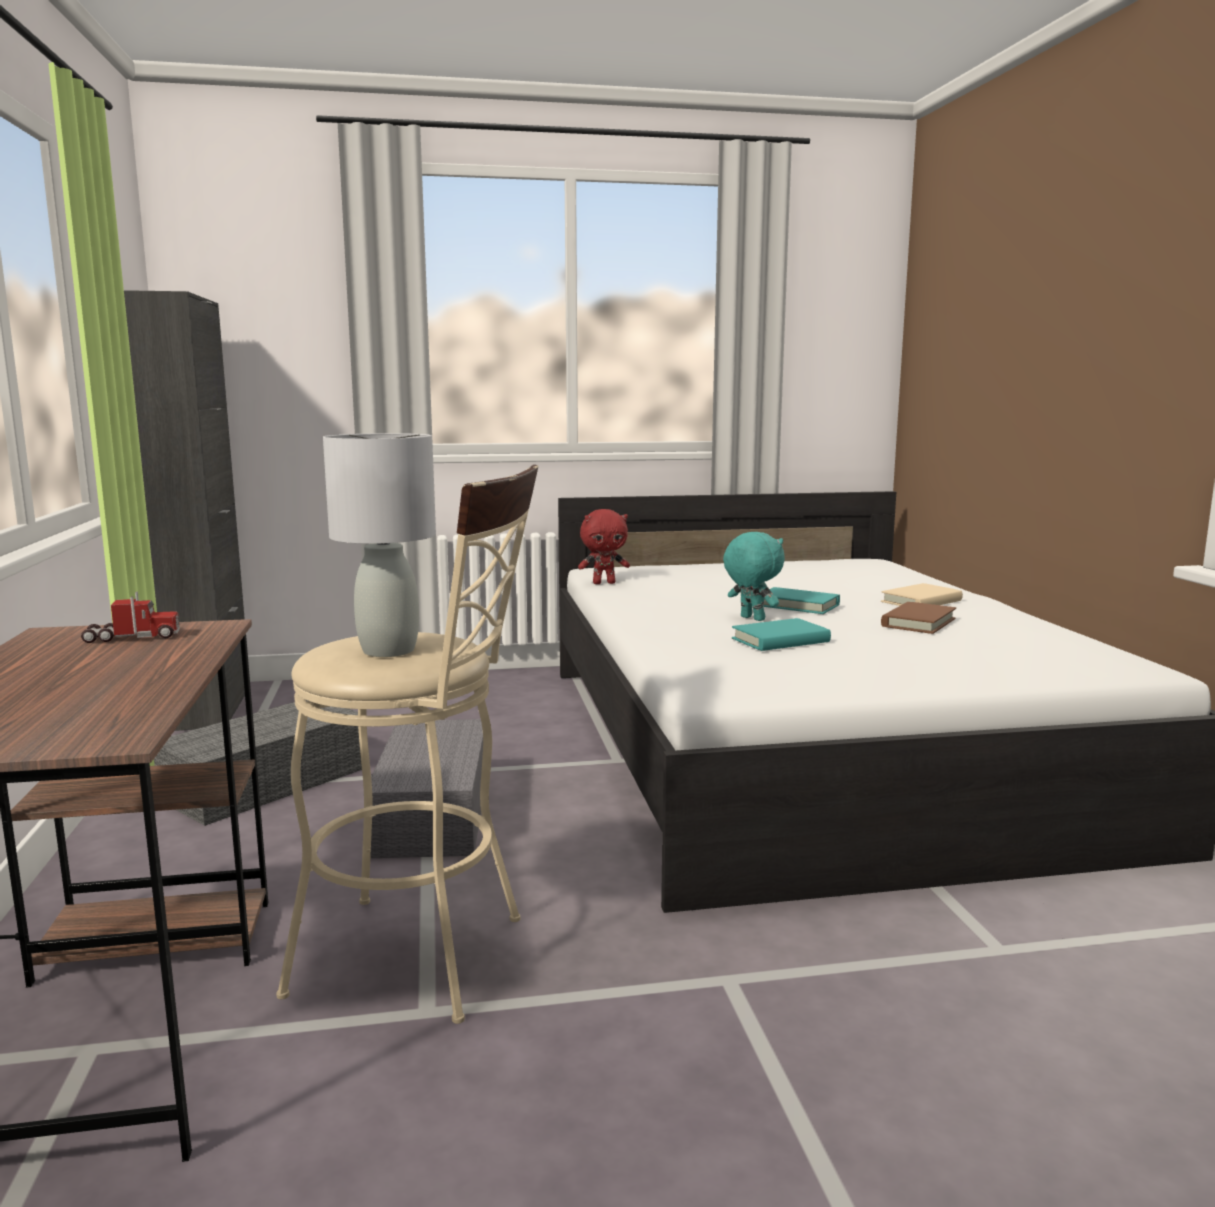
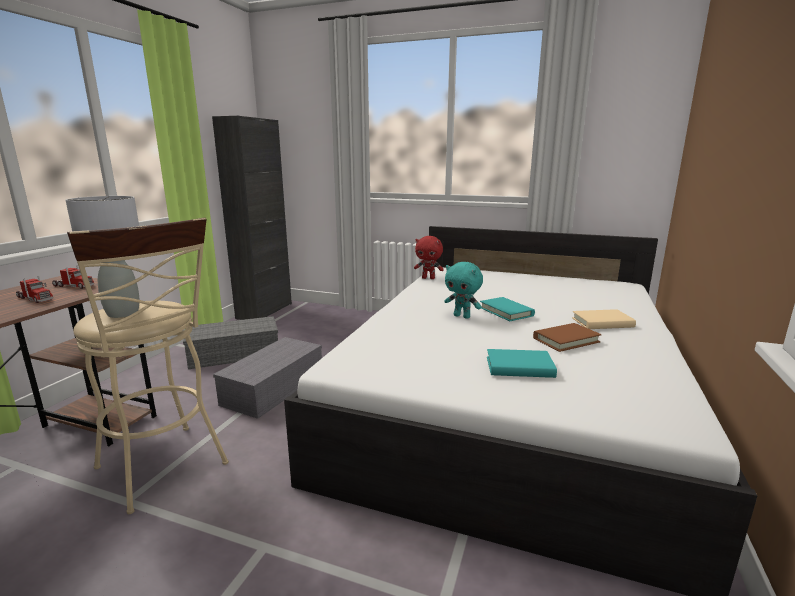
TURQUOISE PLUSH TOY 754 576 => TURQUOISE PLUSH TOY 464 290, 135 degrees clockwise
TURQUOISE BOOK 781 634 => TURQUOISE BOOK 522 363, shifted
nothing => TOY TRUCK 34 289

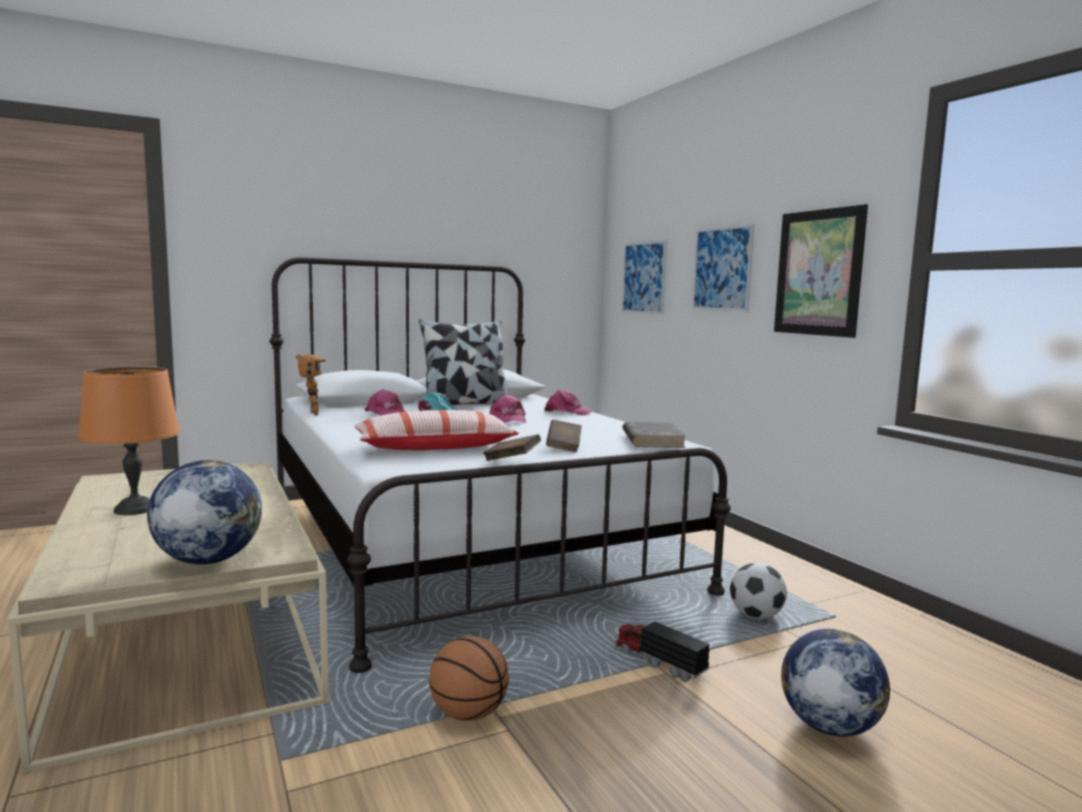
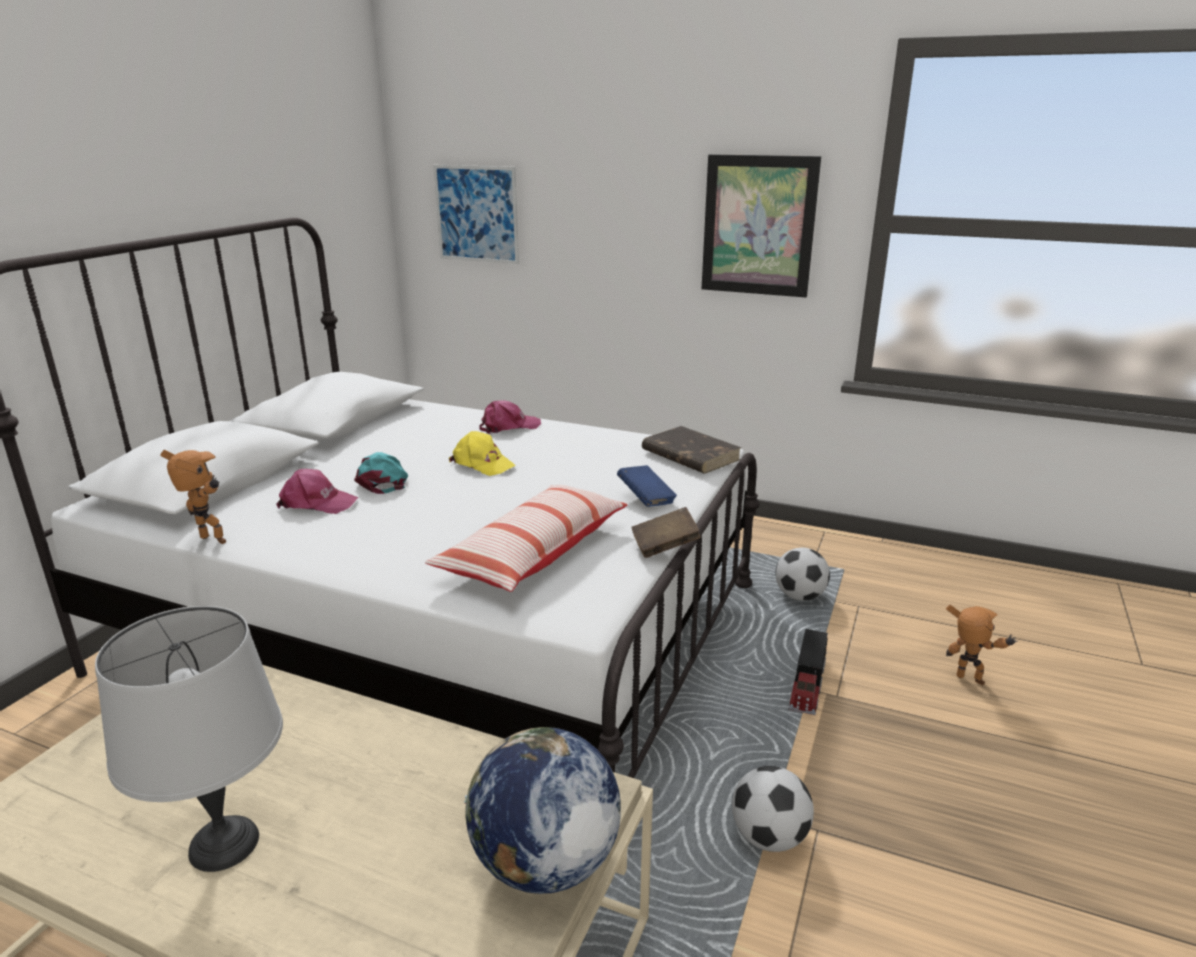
PICTURE 723 268 => nothing
PILLOW 463 362 => nothing
ORANGE TABLE LAMP 129 441 => GREY TABLE LAMP 189 739
PINK CAP 507 408 => YELLOW CAP 482 453
BROWN BOOK 564 436 => BLUE BOOK 647 486
TOY TRUCK 662 651 => TOY TRUCK 808 672, 75 degrees counterclockwise
GLOBE 835 683 => TOY ROBOT 982 645
BASKETBALL 469 678 => FOOTBALL 773 809

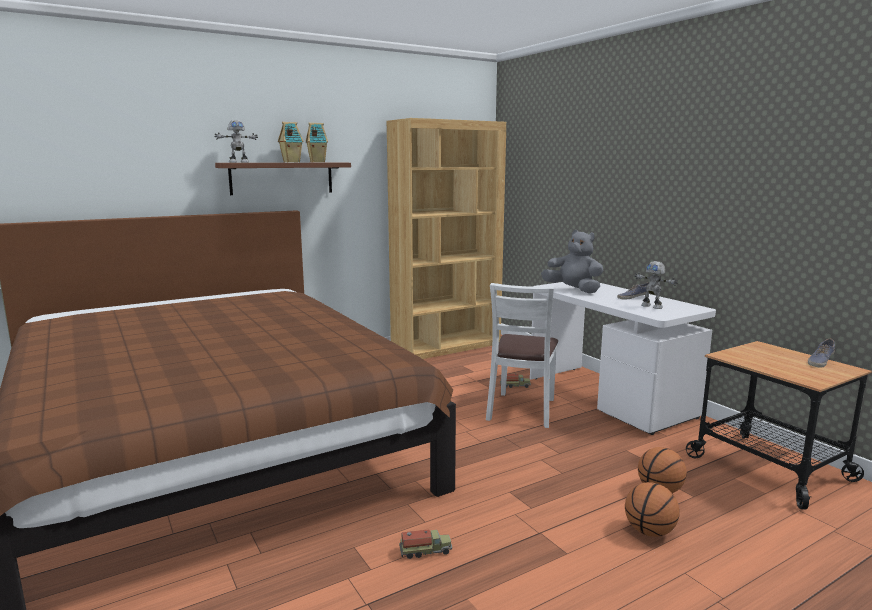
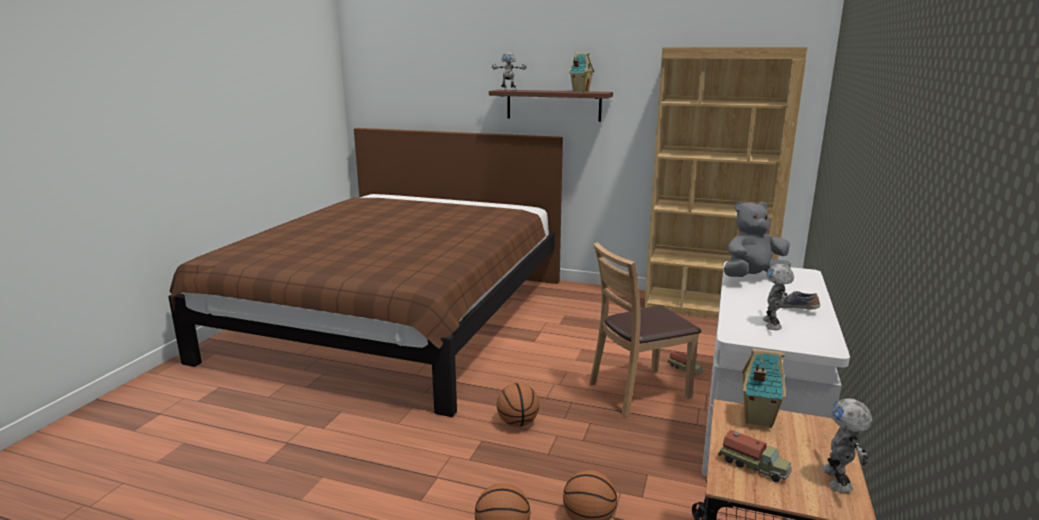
TOY HOUSE 291 142 => TOY HOUSE 764 388, shifted
GREY PLUSH TOY 572 261 => GREY PLUSH TOY 757 239, 105 degrees counterclockwise
WHITE CHAIR 522 355 => BROWN CHAIR 645 329
SHOE 821 353 => TOY ROBOT 847 445
TOY TRUCK 425 544 => TOY TRUCK 755 456, shifted
nothing => BASKETBALL 518 405

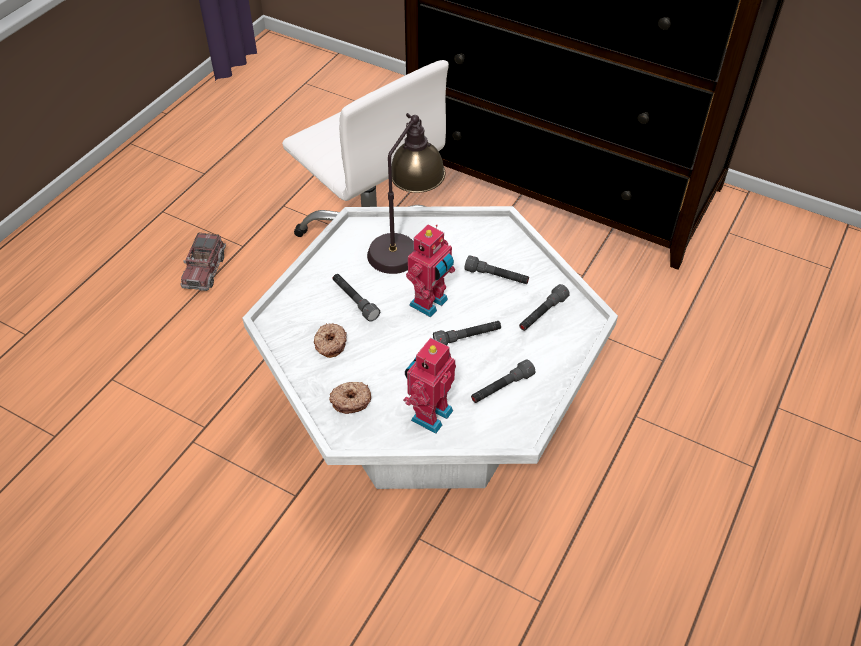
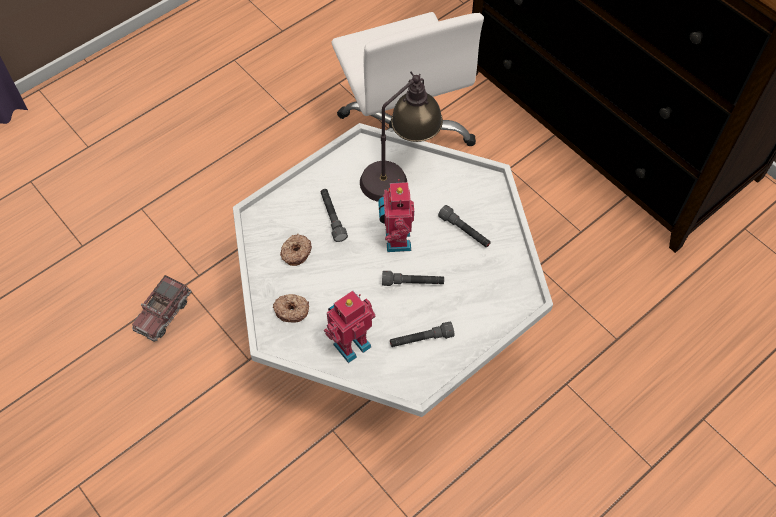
TOY ROBOT 430 271 => TOY ROBOT 396 215, 120 degrees clockwise
TOY TRUCK 203 261 => TOY TRUCK 162 308, shifted
GREY FLASHLIGHT 544 307 => nothing

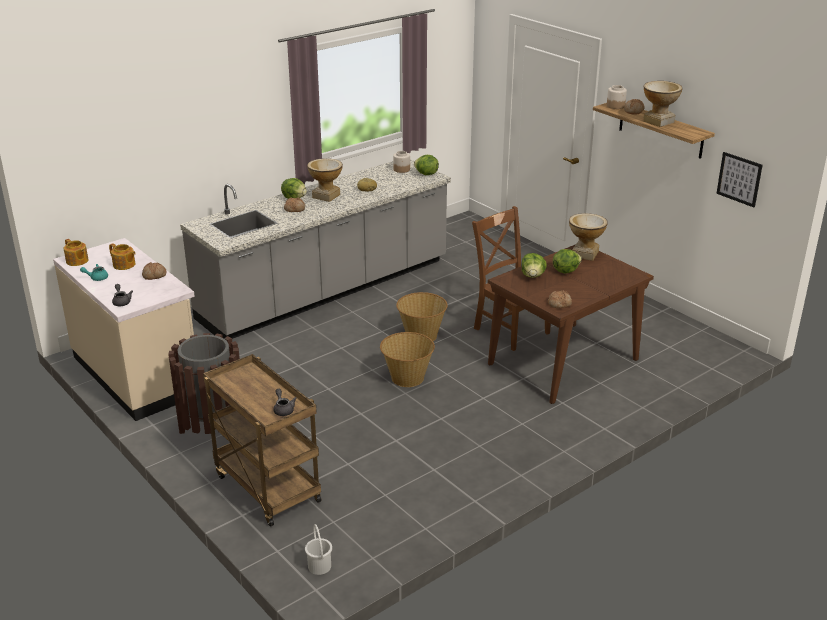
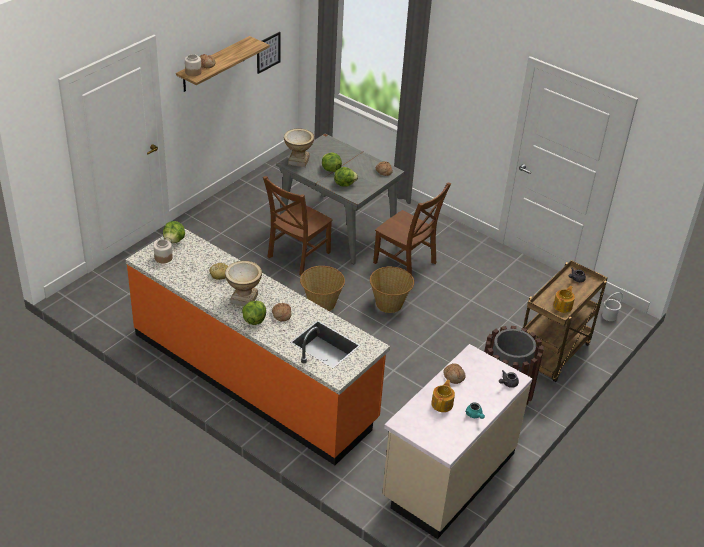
VASE 662 104 => nothing
GREY COUNTER 315 249 => ORANGE COUNTER 258 346
TEAPOT 76 252 => TEAPOT 564 299, shifted
BROWN DINING TABLE 571 324 => GREY DINING TABLE 341 199
nothing => BROWN CHAIR 412 228

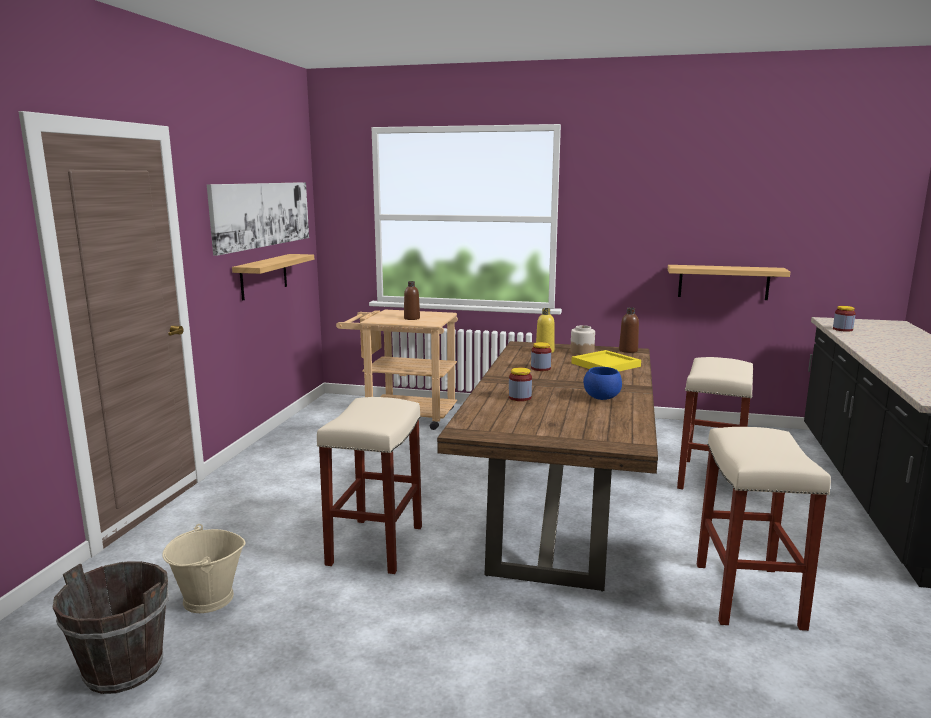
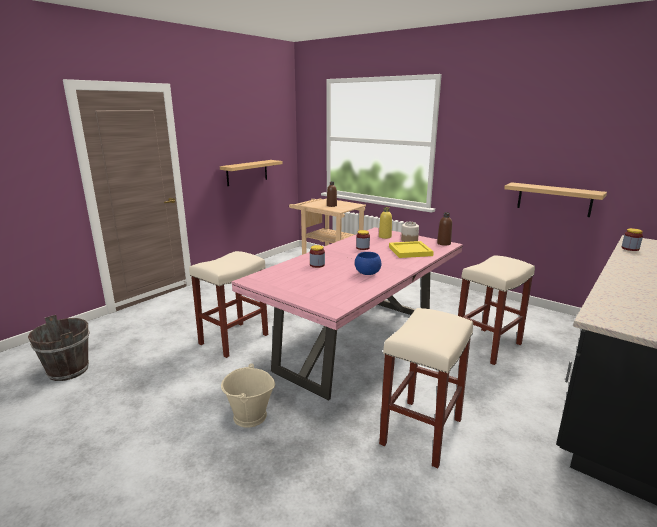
PICTURE 258 219 => nothing
BROWN DINING TABLE 547 466 => PINK DINING TABLE 347 314
BEIGE BUCKET 204 568 => BEIGE BUCKET 248 396, shifted

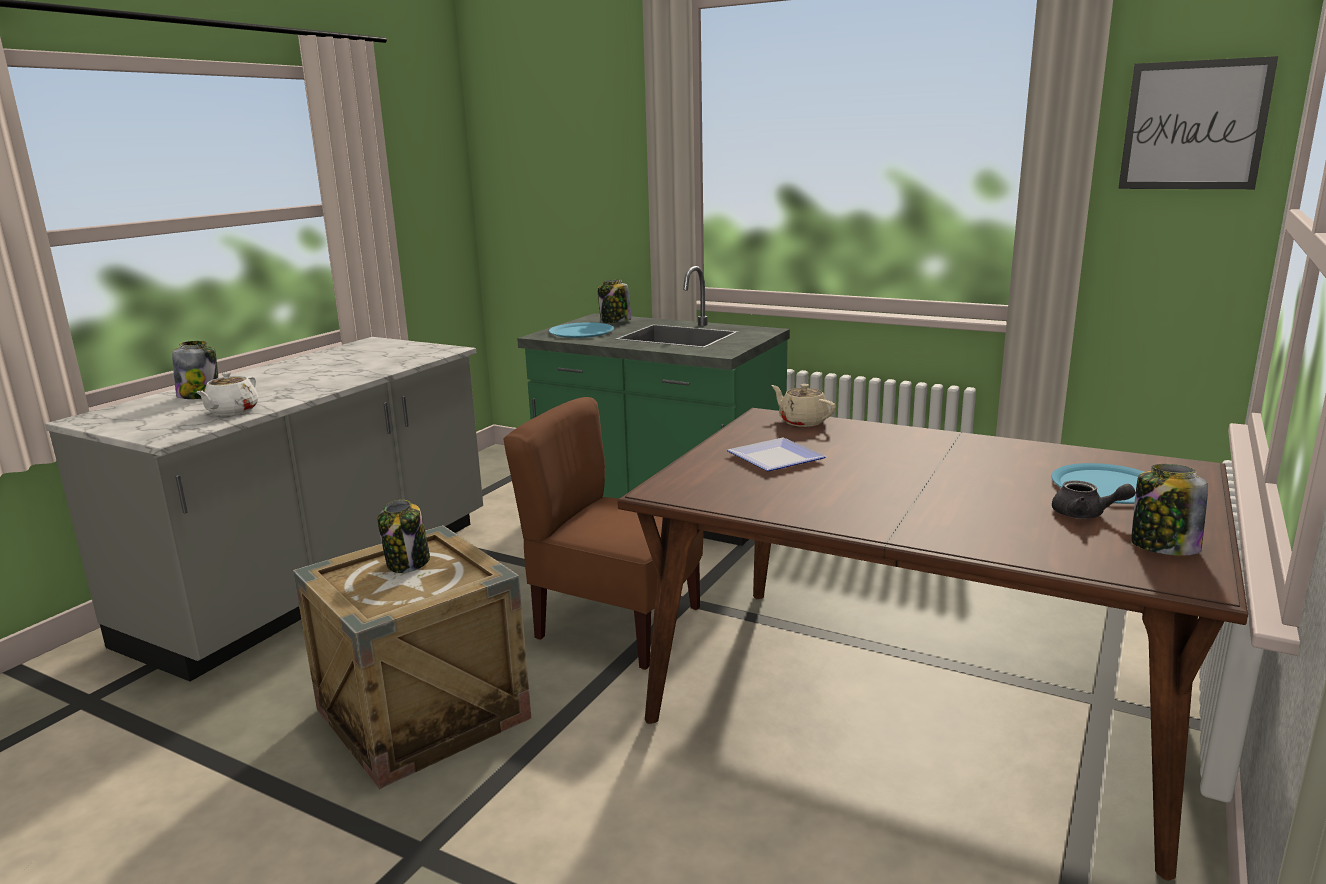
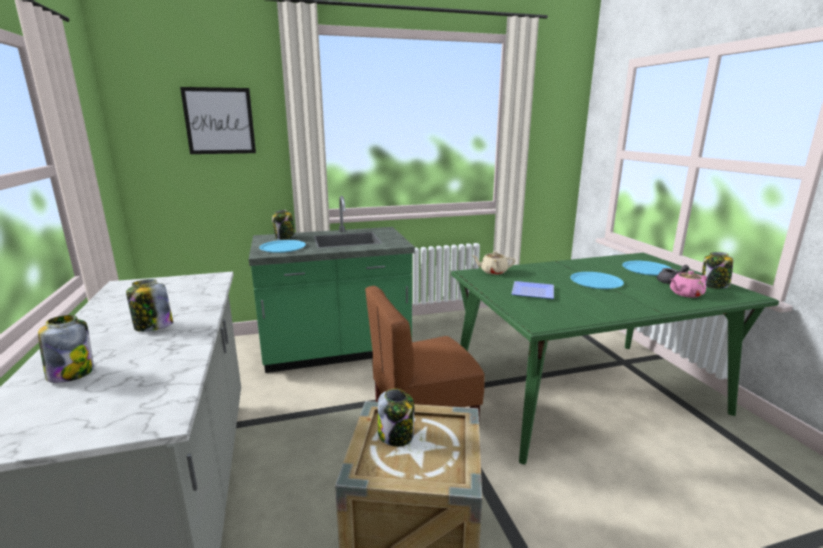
PICTURE 1198 122 => PICTURE 218 120, shifted
WHITE TEAPOT 227 393 => nothing
BROWN DINING TABLE 933 644 => GREEN DINING TABLE 615 359
nothing => PINK TEAPOT 688 284
nothing => BLUE PLATE 597 280
nothing => JAR 149 305

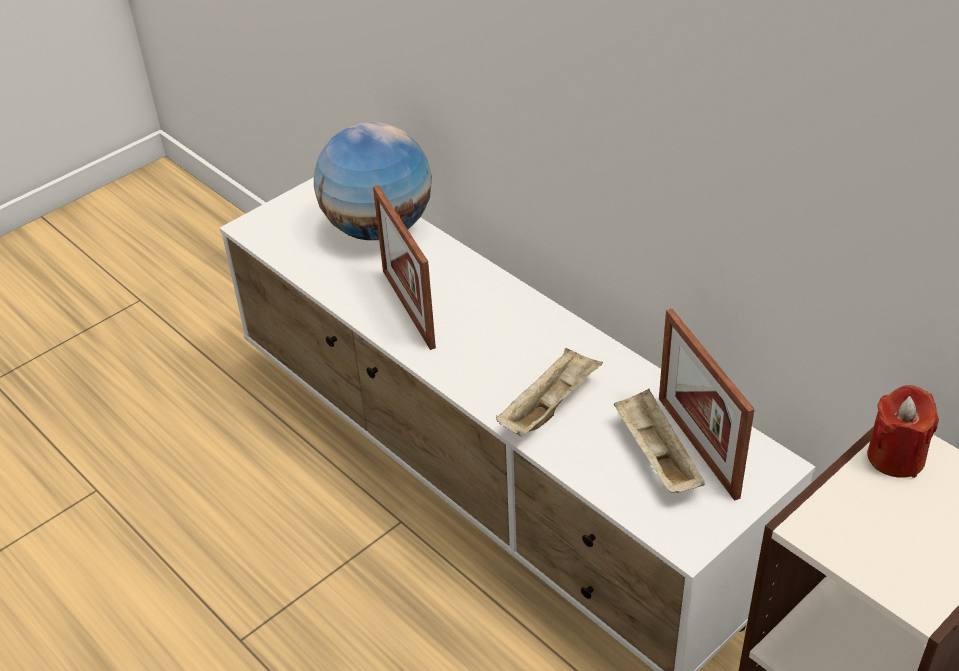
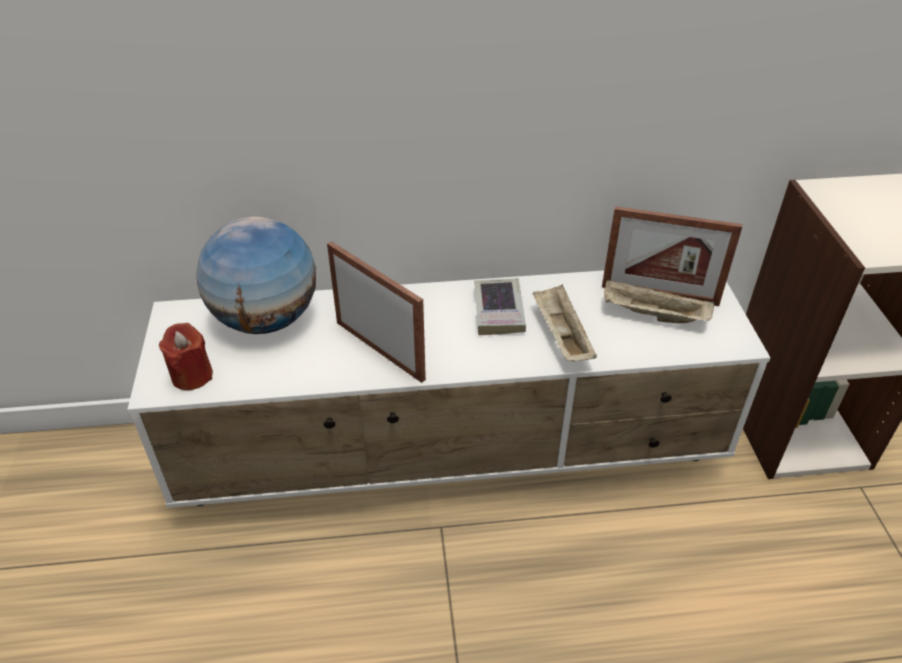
PICTURE FRAME 404 267 => PICTURE FRAME 376 312, 150 degrees counterclockwise
RED CANDLE 903 431 => RED CANDLE 186 357, shifted
nothing => BOOK 500 306

